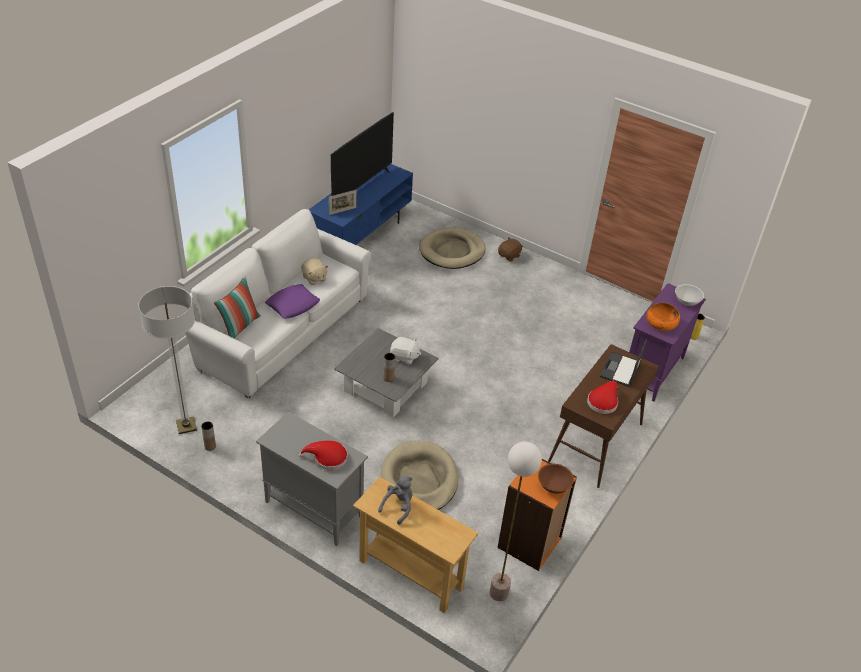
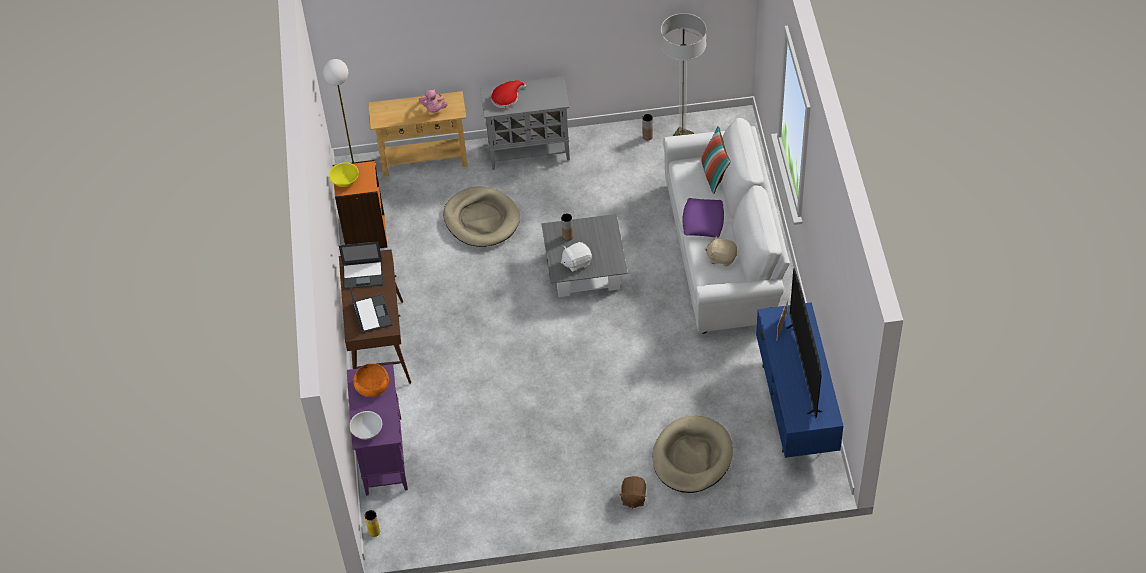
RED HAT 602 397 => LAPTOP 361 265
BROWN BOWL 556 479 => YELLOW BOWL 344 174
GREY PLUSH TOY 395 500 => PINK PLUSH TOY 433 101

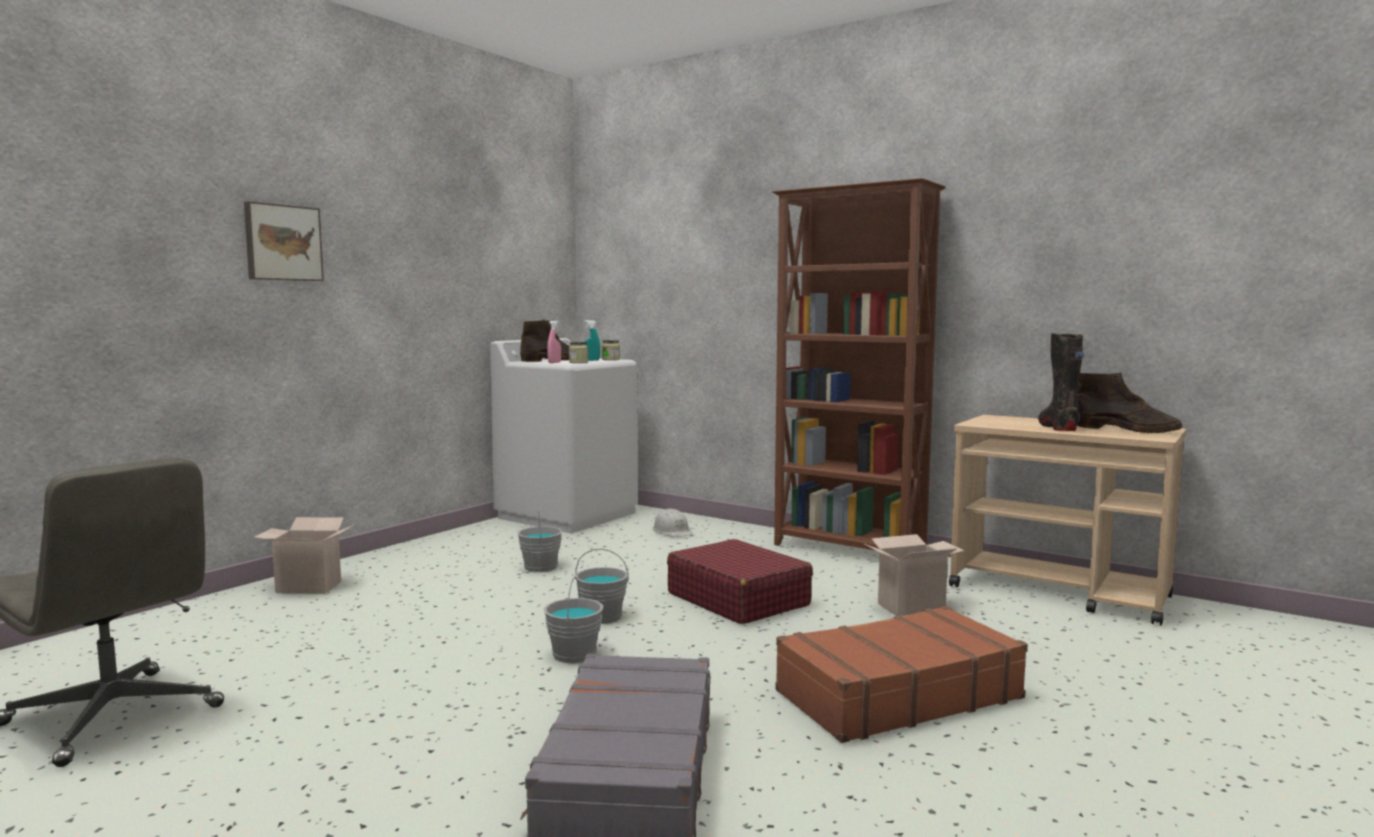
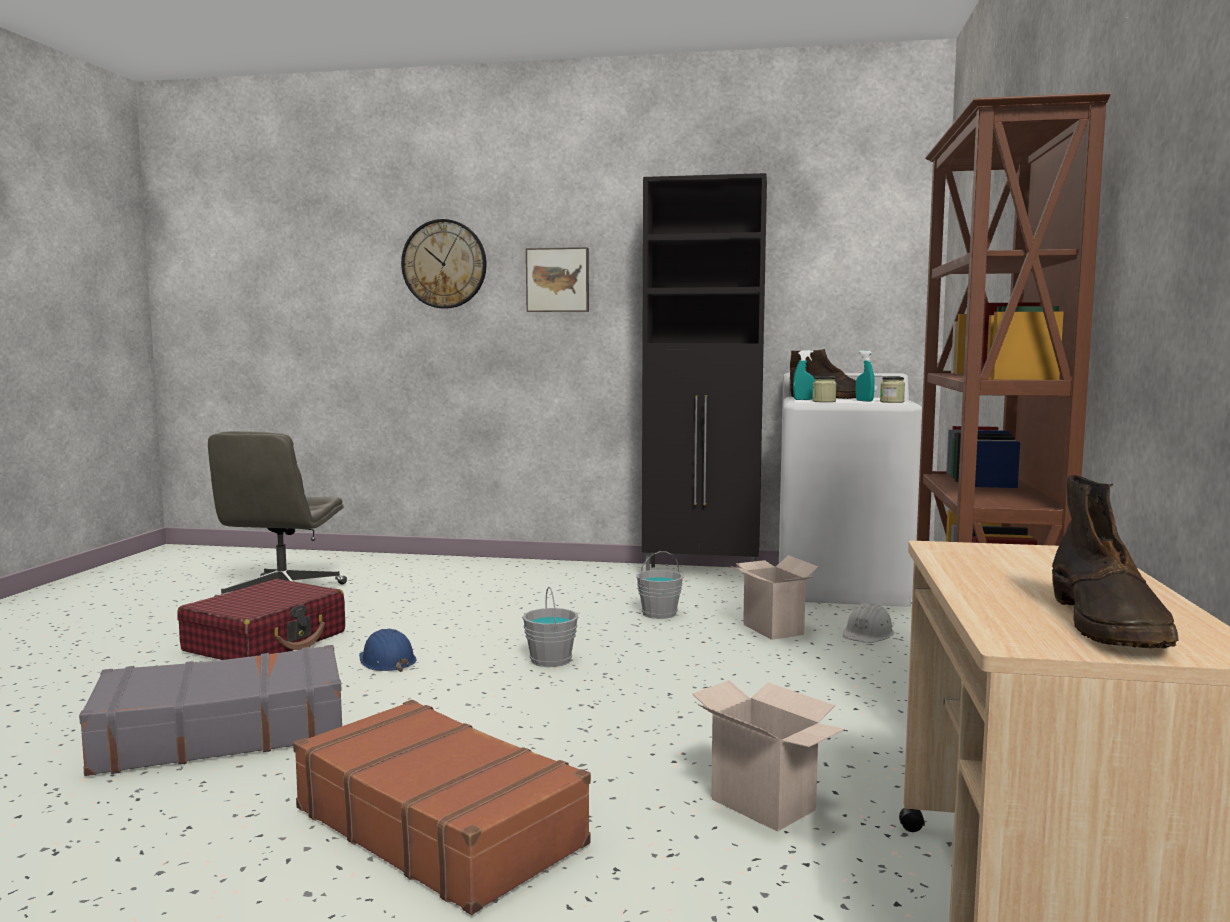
PINK SPRAY BOTTLE 554 342 => TURQUOISE SPRAY BOTTLE 804 375
BLACK BOOT 1061 382 => nothing
CARDBOARD BOX 304 555 => CARDBOARD BOX 774 597, shifted
RED SUITCASE 740 581 => RED SUITCASE 261 619, shifted
GREY BUCKET 573 620 => nothing
nothing => BLACK CABINET 704 372
nothing => WALL CLOCK 444 264
nothing => BLUE HARD HAT 388 650

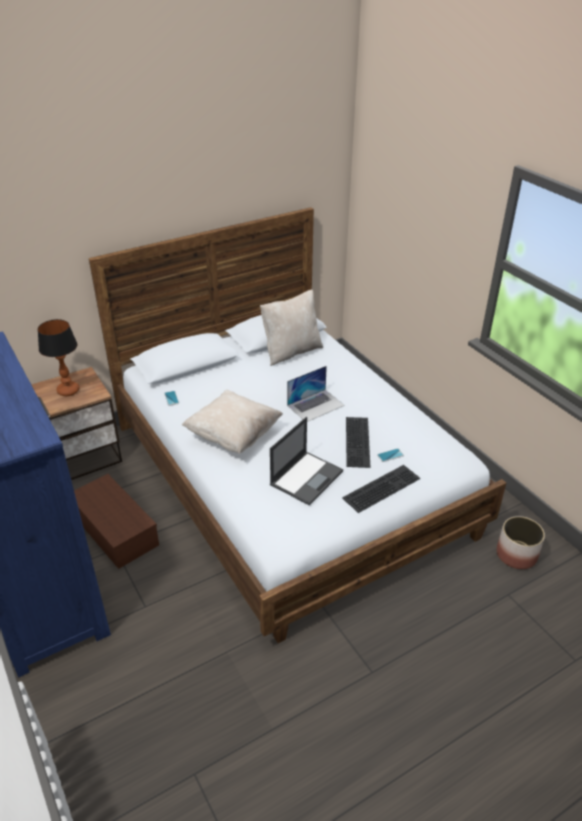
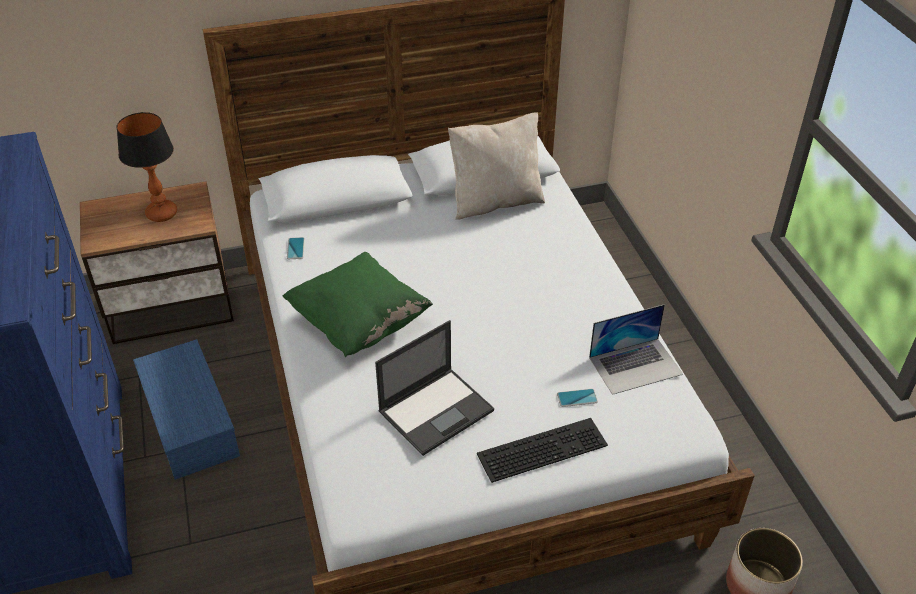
LAPTOP 316 394 => LAPTOP 636 349, shifted
BEIGE PILLOW 232 422 => GREEN PILLOW 358 304
KEYBOARD 358 442 => nothing
BROWN STORAGE BOX 116 521 => BLUE STORAGE BOX 186 409

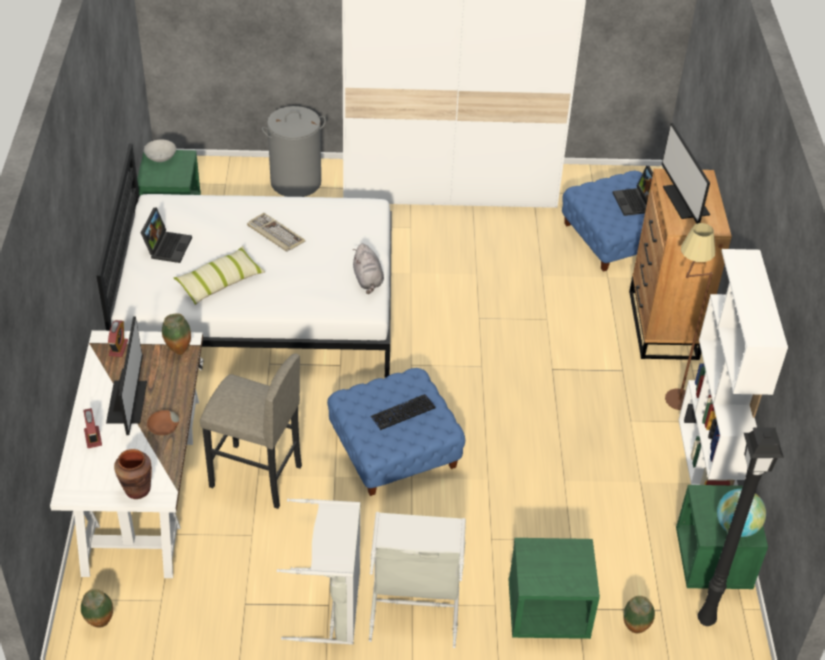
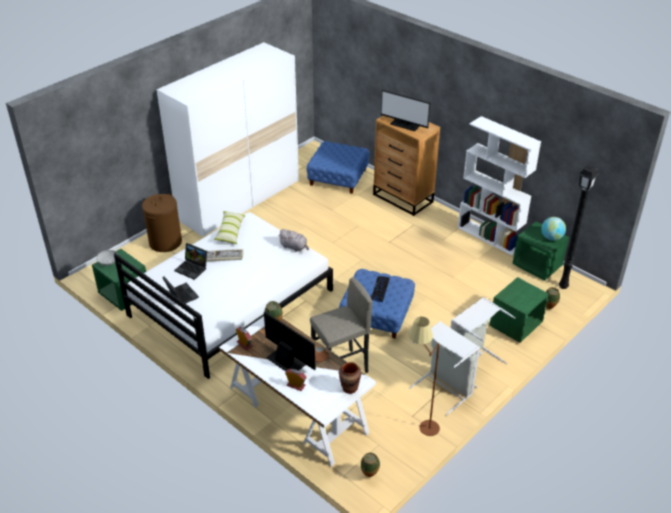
GREY LAUNDRY BASKET 294 151 => BROWN LAUNDRY BASKET 162 223
LAPTOP 633 191 => LAPTOP 190 261, shifted
BROWN FLOOR LAMP 690 316 => BROWN FLOOR LAMP 424 376, shifted
PILLOW 219 275 => PILLOW 230 227, shifted

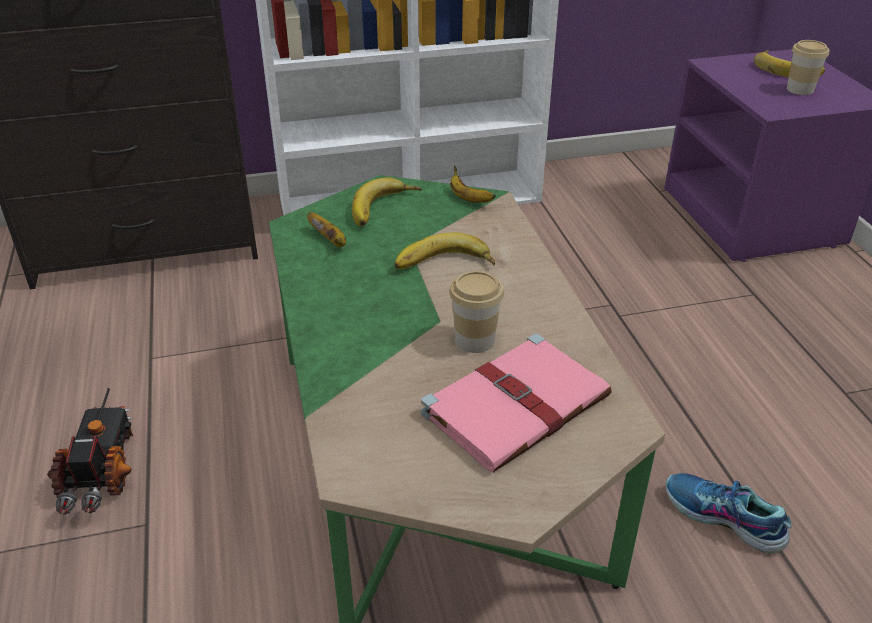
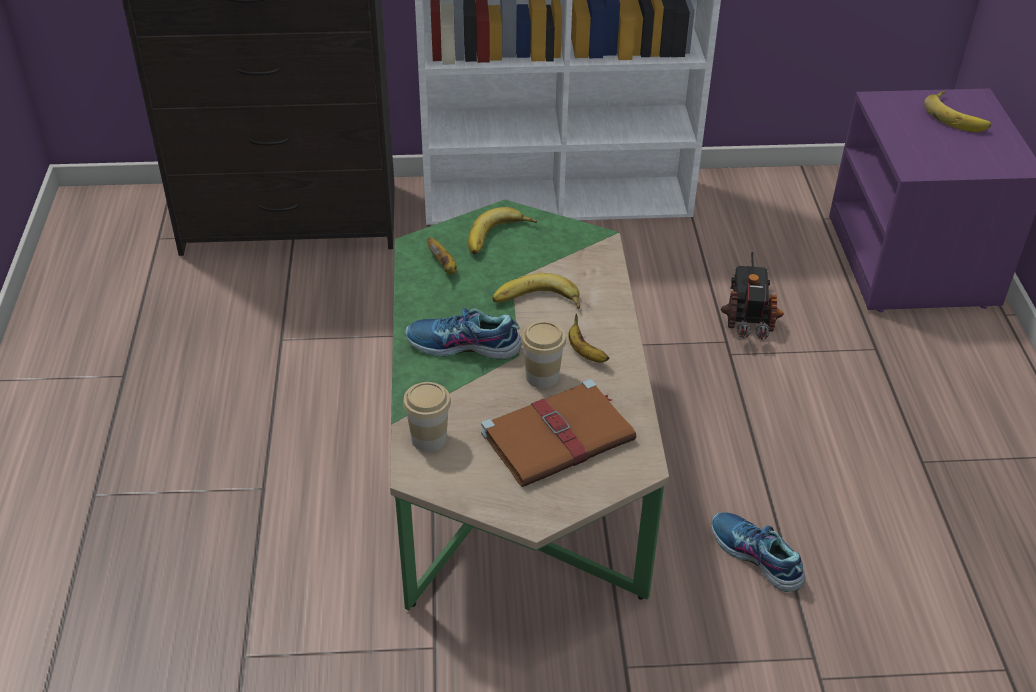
CUP 808 67 => CUP 427 417, shifted
BANANA 473 184 => BANANA 588 338, shifted
PINK BOOK 516 403 => BROWN BOOK 558 433
TOY TRUCK 90 451 => TOY TRUCK 752 296, shifted
nothing => SHOE 463 334

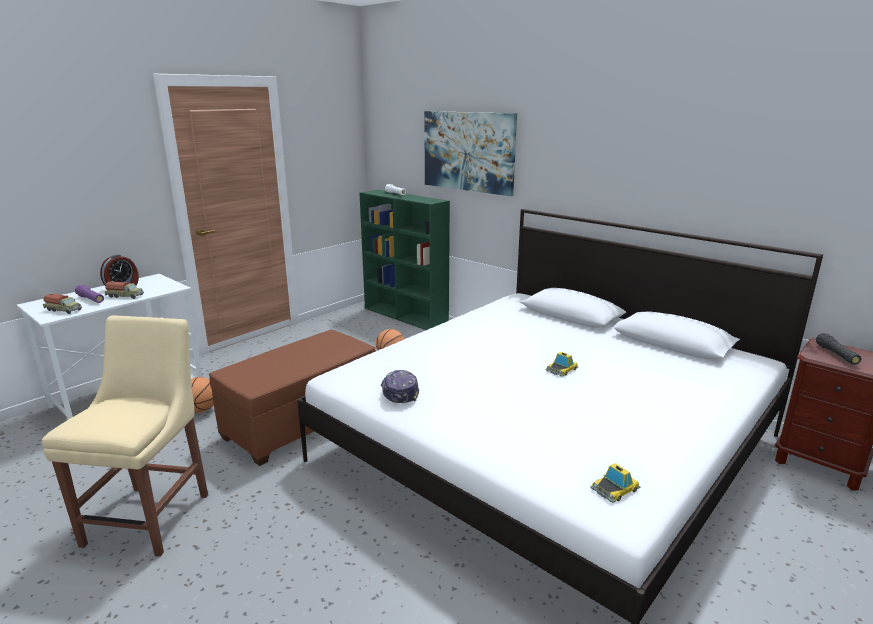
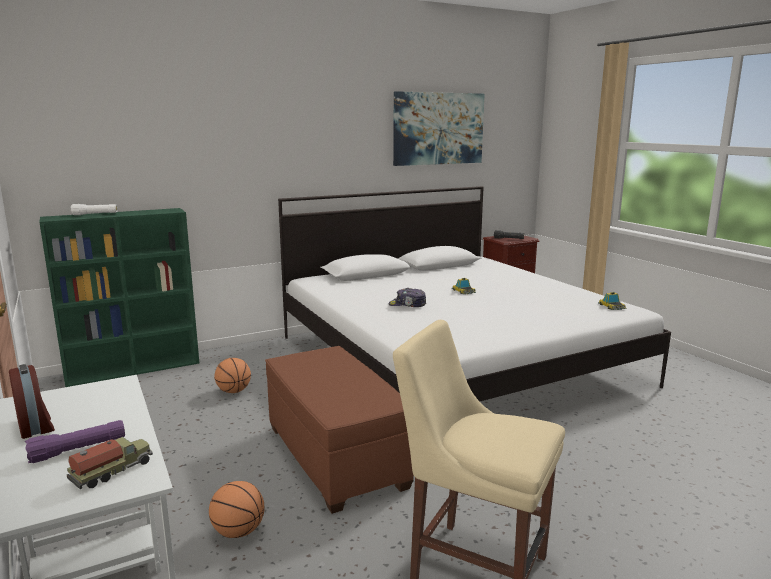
PICTURE 470 153 => PICTURE 439 128, shifted
TOY TRUCK 124 290 => nothing
CAP 400 386 => CAP 407 297, shifted

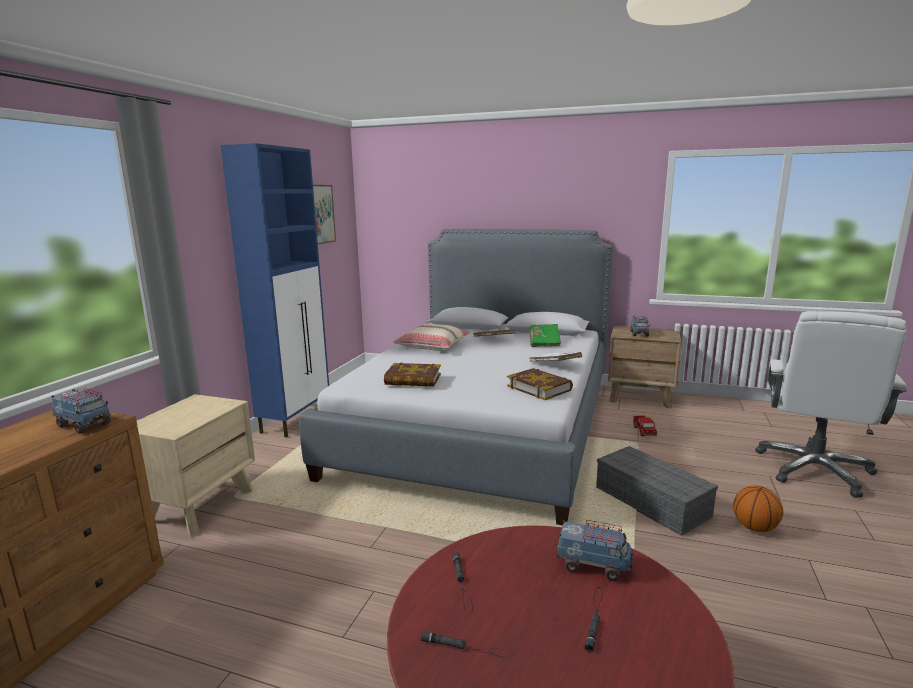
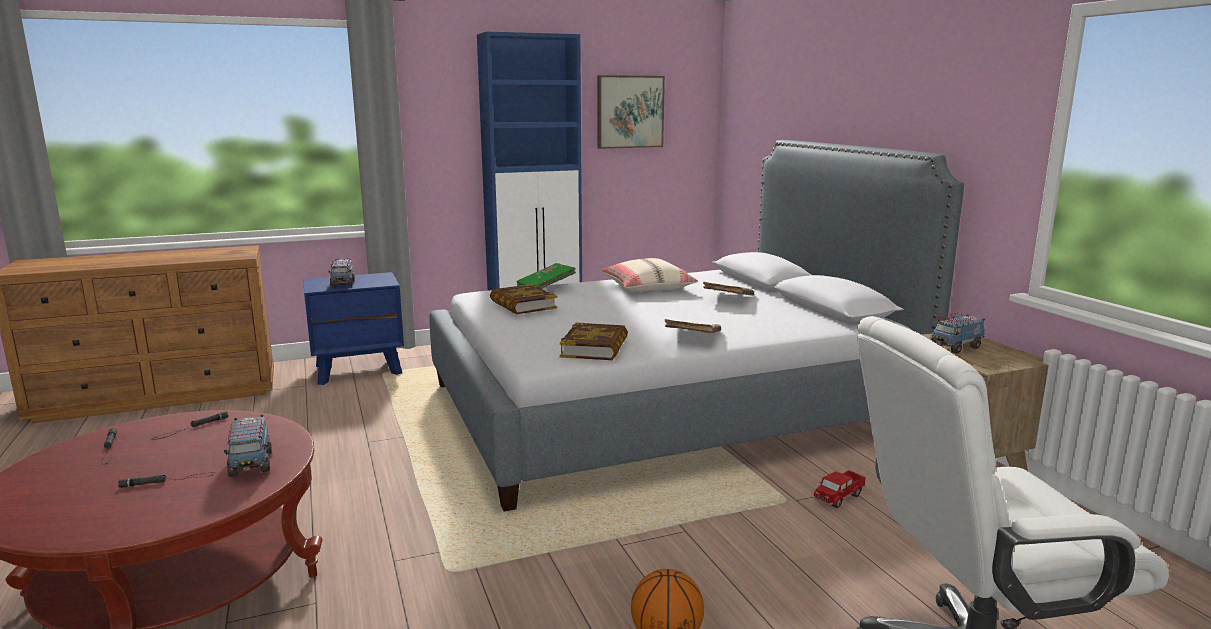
GREEN BOOK 545 335 => GREEN BOOK 546 276, shifted
TOY TRUCK 81 411 => TOY TRUCK 342 273, shifted
BEIGE NIGHTSTAND 196 465 => BLUE NIGHTSTAND 353 328
GREY STORAGE BOX 657 491 => nothing

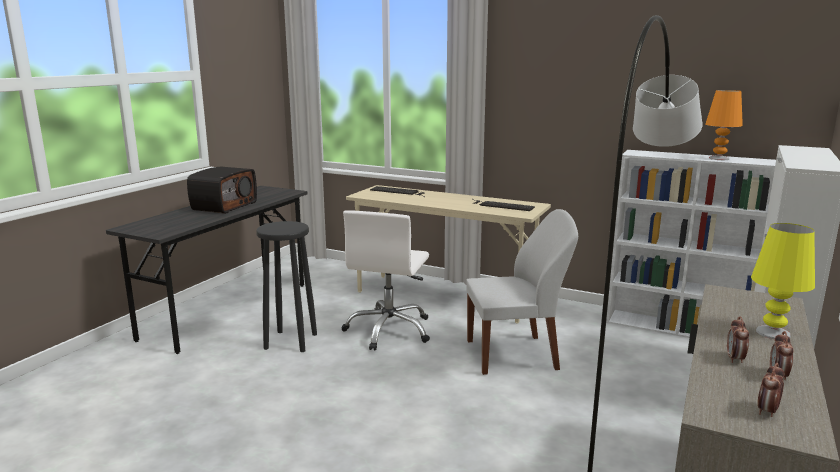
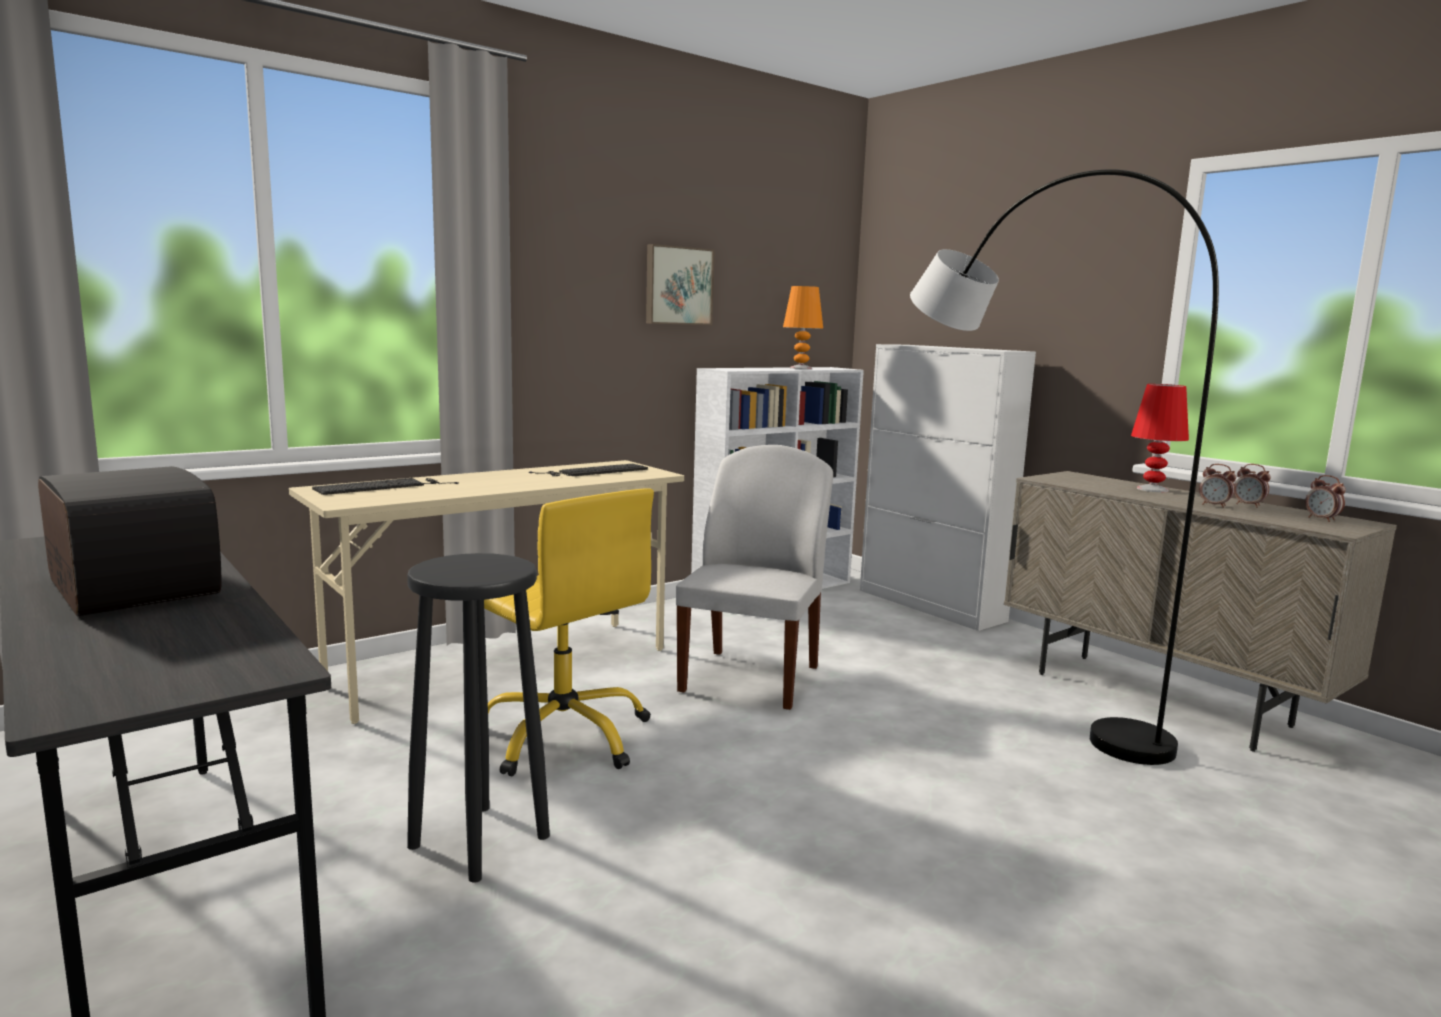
WHITE OFFICE CHAIR 385 280 => YELLOW OFFICE CHAIR 569 632
YELLOW TABLE LAMP 783 281 => RED TABLE LAMP 1160 438
nothing => PICTURE 680 284

